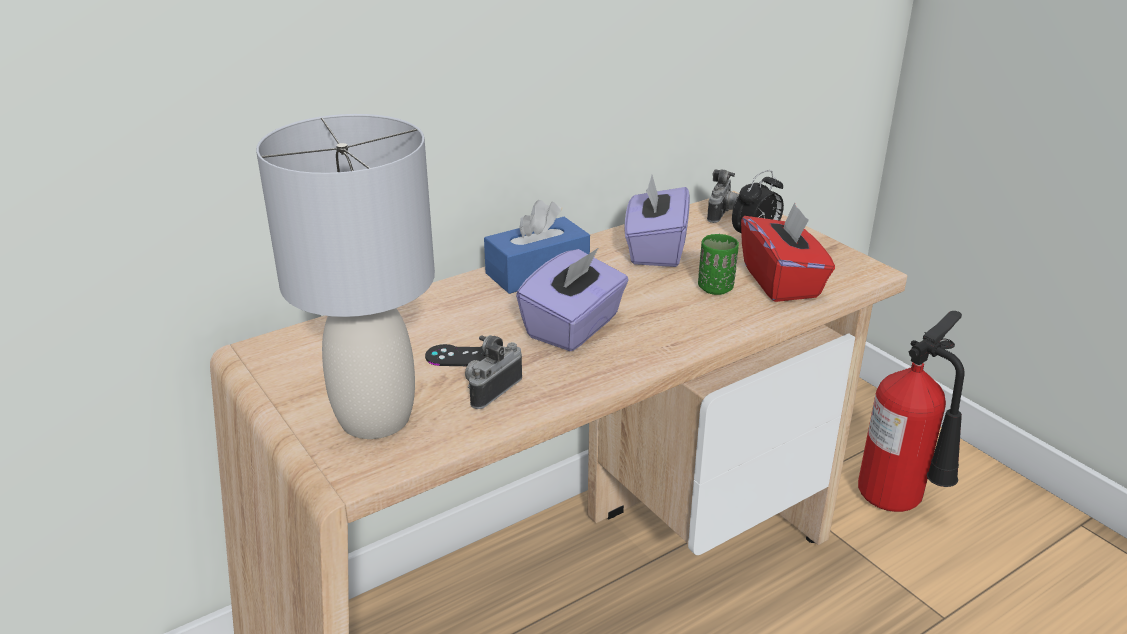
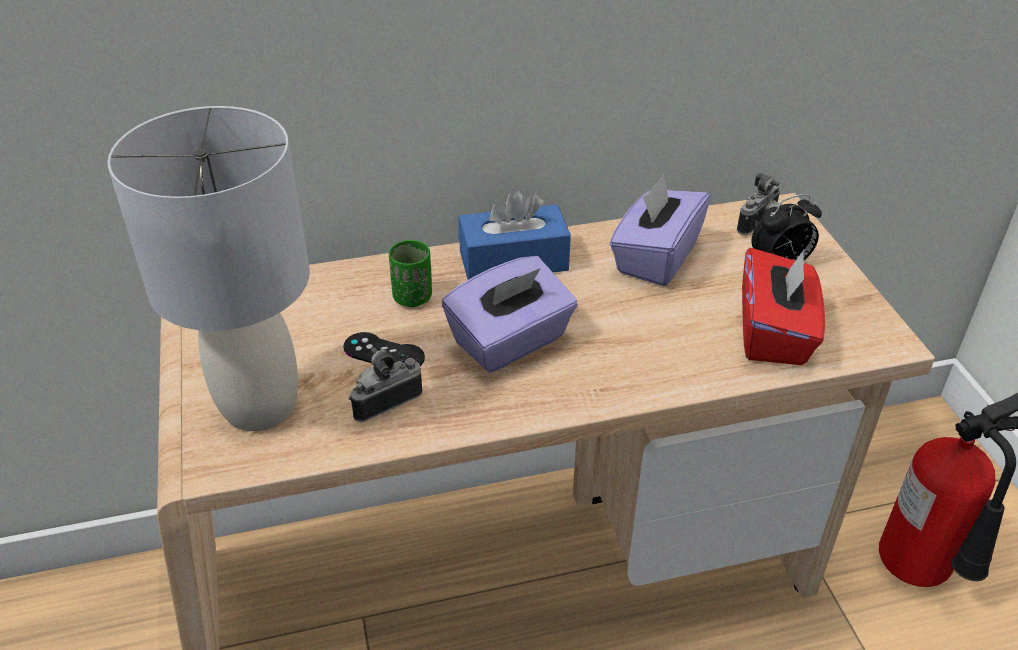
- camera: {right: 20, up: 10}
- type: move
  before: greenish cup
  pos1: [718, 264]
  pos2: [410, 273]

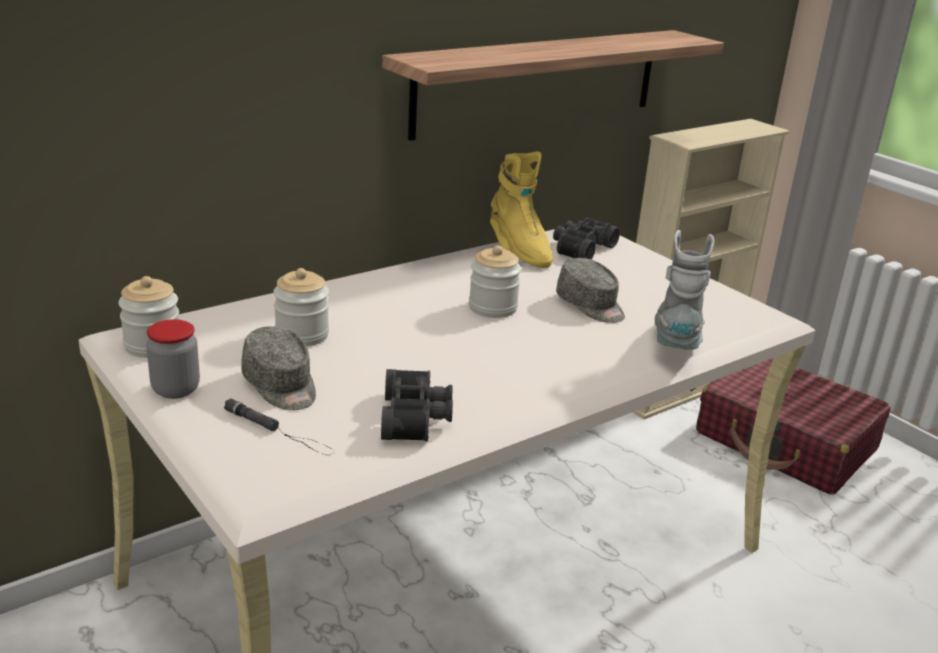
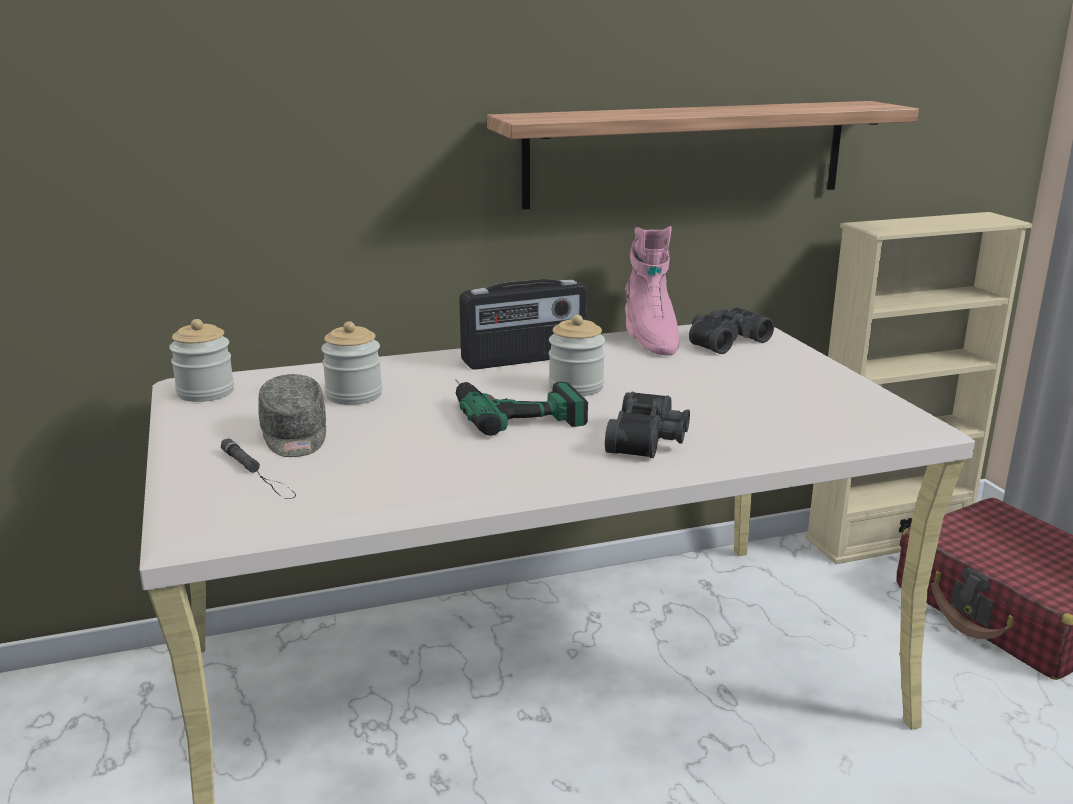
- camera: {right: 20, up: -5}
- type: delete
  before: preserve jar
  pos1: [173, 359]
- type: delete
  before: gray baseball cap
  pos1: [590, 290]
- type: delete
  before: gray tall boot
  pos1: [684, 290]
- type: insert
  after: drill
  pos2: [522, 407]
- type: insert
  after: radio set
  pos2: [523, 324]
- type: move
  before: black field glasses
  pos1: [417, 405]
  pos2: [647, 425]
- type: recolor
  before: yellow-coloured tall boot
  after: pinkish tall boot
  pos1: [521, 209]
  pos2: [652, 291]

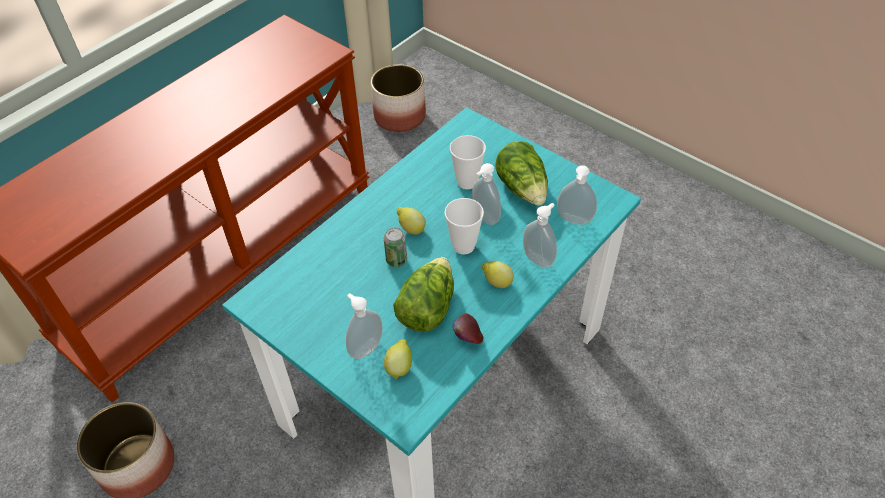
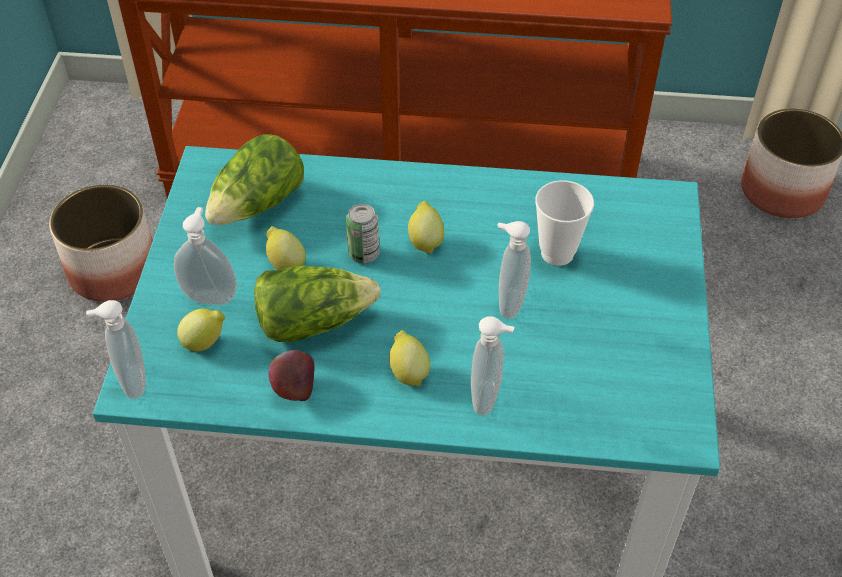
- camera: {right: 55, up: 0}
- type: delete
  before: cup
  pos1: [464, 226]
- type: insert
  after: whole lemon
  pos2: [286, 248]
- type: move
  before: head of lettuce
  pos1: [521, 173]
  pos2: [254, 179]
- type: move
  before: soap dispenser
  pos1: [577, 195]
  pos2: [116, 349]

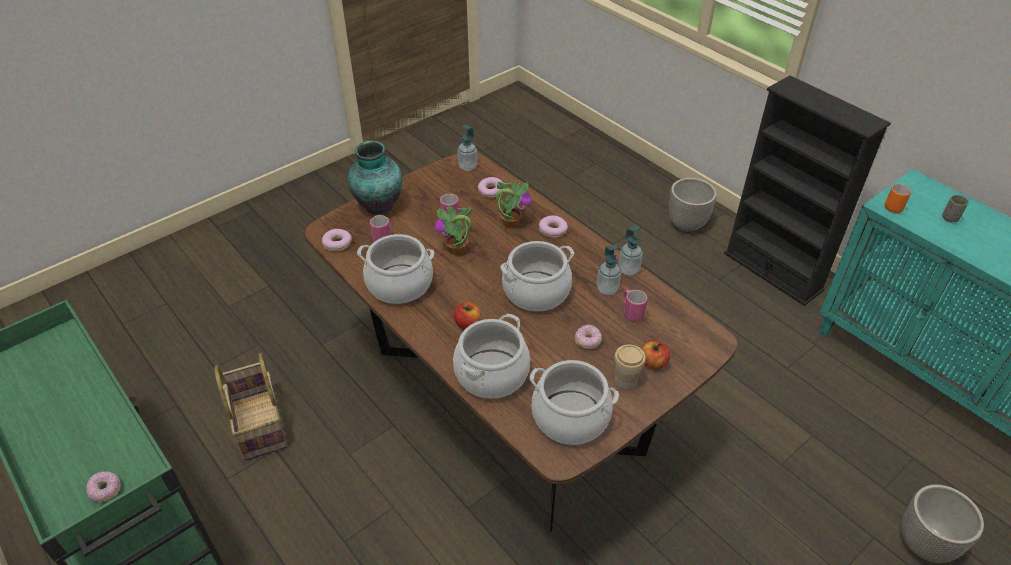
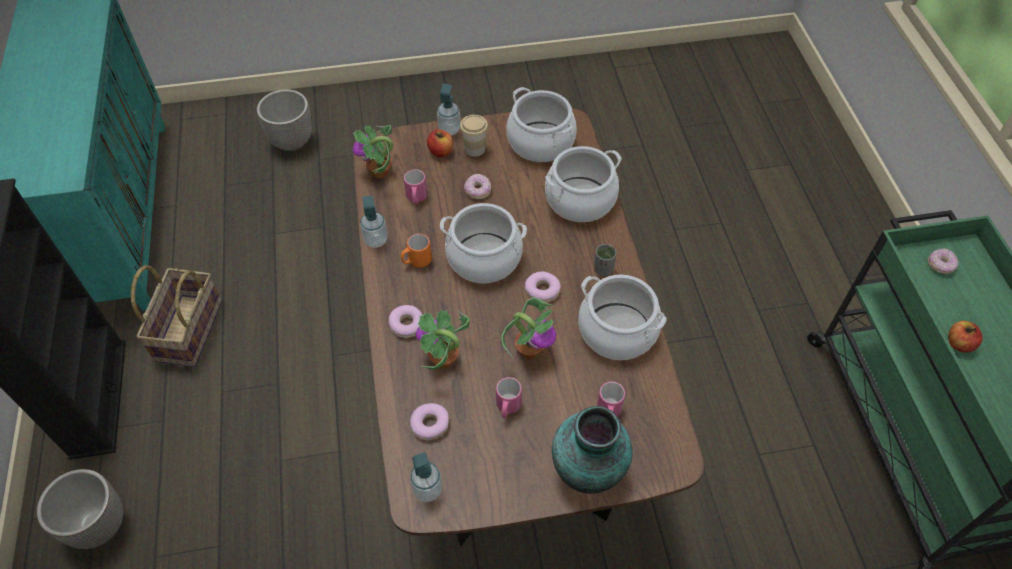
- camera: {right: -150, up: 10}
- type: insert
  after: plant in a pot
  pos2: [373, 151]
- type: move
  before: basket
  pos1: [250, 406]
  pos2: [176, 316]
- type: move
  before: ring doughnut
  pos1: [337, 240]
  pos2: [543, 286]
- type: move
  before: whole apple
  pos1: [467, 316]
  pos2: [965, 337]
- type: move
  before: soap dispenser
  pos1: [609, 270]
  pos2: [448, 110]
- type: move
  before: orangey mug
  pos1: [898, 198]
  pos2: [416, 250]
- type: move
  before: gray cup
  pos1: [955, 208]
  pos2: [605, 260]

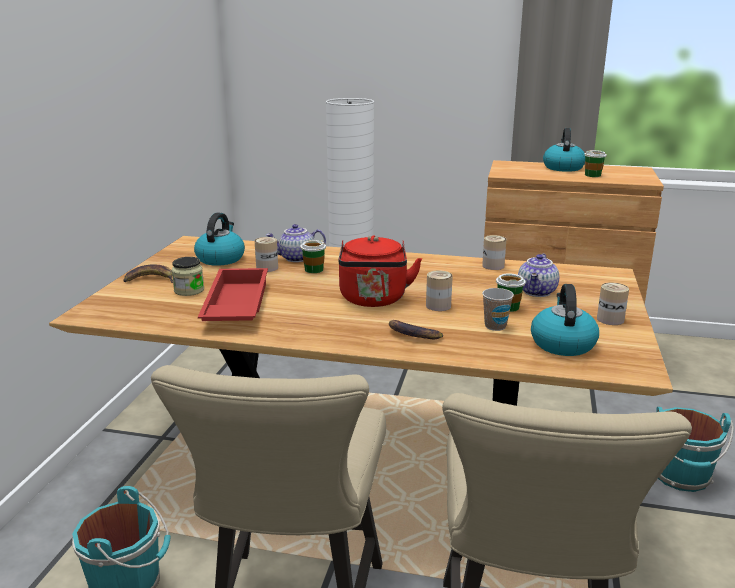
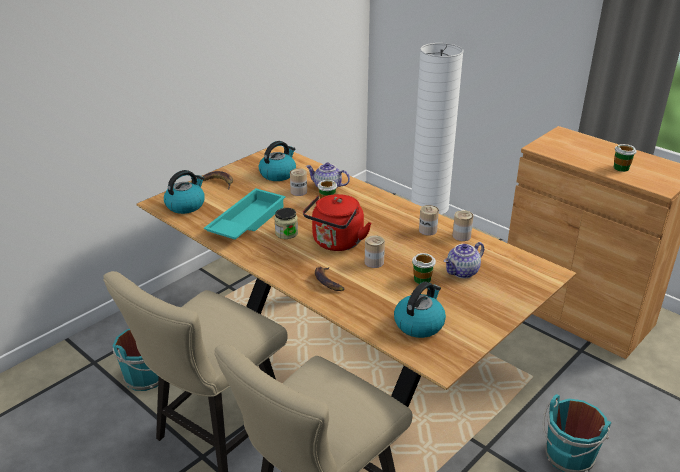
- camera: {right: 30, up: 10}
- type: delete
  before: cup
  pos1: [498, 309]
- type: move
  before: preserve jar
  pos1: [188, 276]
  pos2: [286, 223]
- type: move
  before: water kettle
  pos1: [564, 150]
  pos2: [184, 192]
- type: move
  before: metal can
  pos1: [613, 303]
  pos2: [429, 220]
- type: recolor
  before: red-coloured serving tray
  after: turquoise serving tray
  pos1: [233, 294]
  pos2: [245, 214]

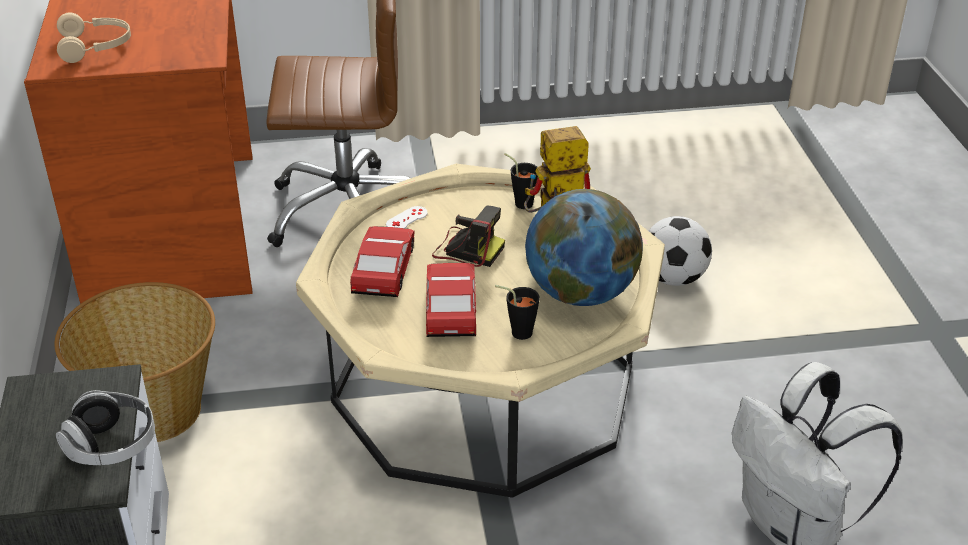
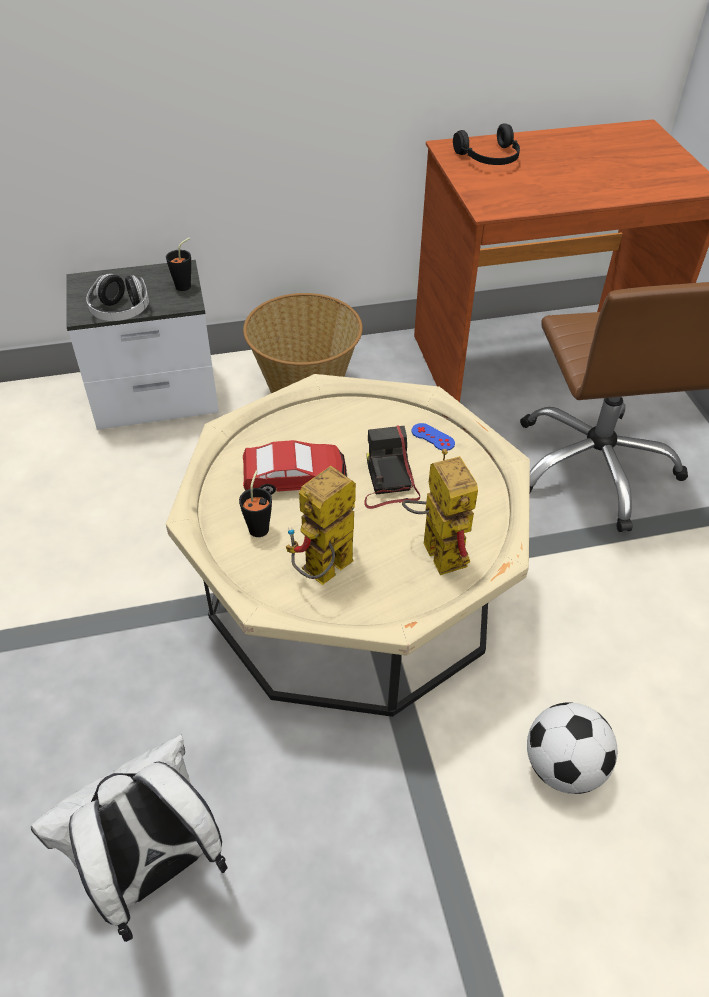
- camera: {right: 85, up: 10}
- type: delete
  before: miniature car
  pos1: [382, 261]
- type: move
  before: black cup
  pos1: [521, 181]
  pos2: [178, 264]
- type: replace
  before: desk globe
  after: toy robot
  pos1: [584, 247]
  pos2: [321, 525]
- type: recolor
  before: beige pair of headphones
  after: black pair of headphones
  pos1: [94, 37]
  pos2: [486, 144]
- type: recolor
  before: white-coloured joypad
  after: blue joypad
  pos1: [407, 217]
  pos2: [433, 437]
- type: rotate
  before: still camera
  pos1: [468, 236]
  pos2: [392, 467]
  turn: 150

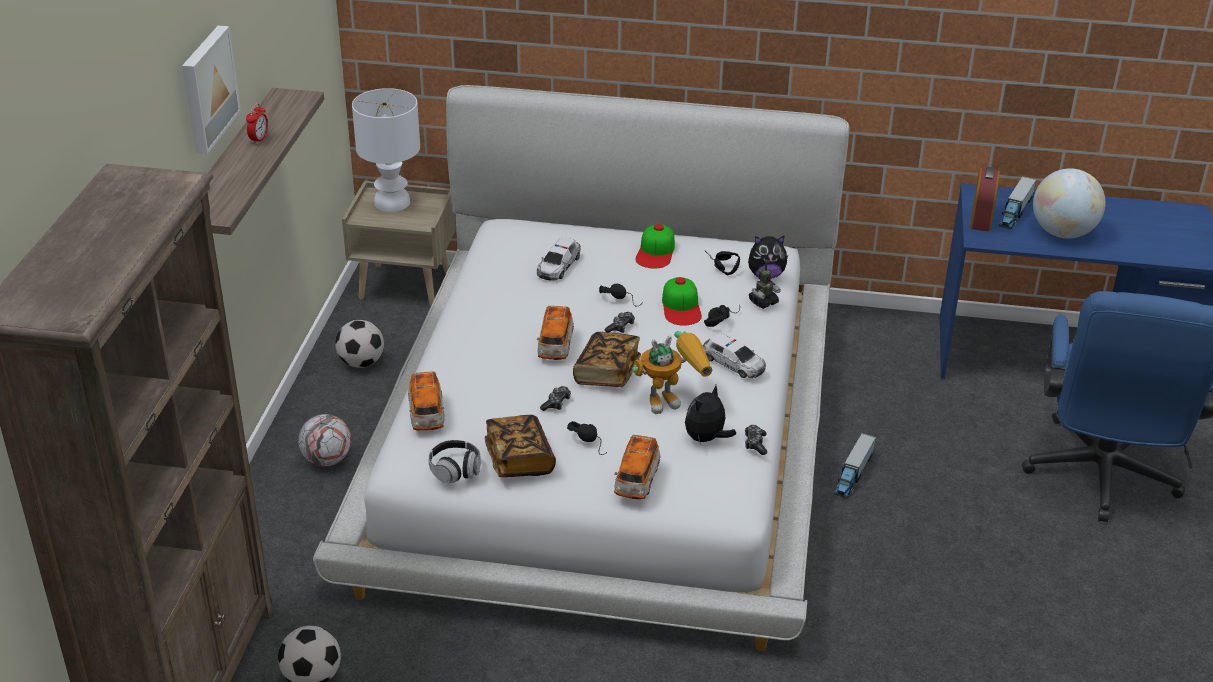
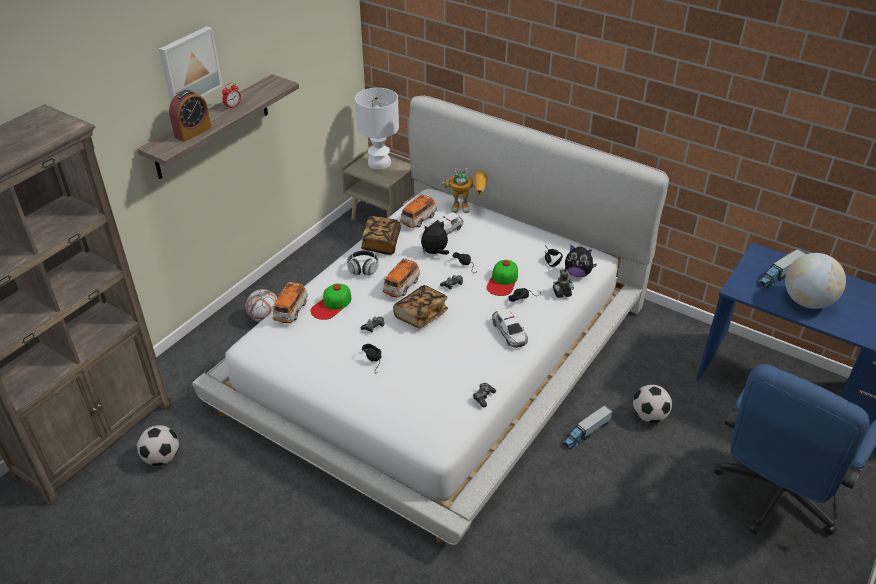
- camera: {right: 25, up: 5}
- type: move
  before: ball for football
  pos1: [359, 344]
  pos2: [652, 403]
- type: move
  before: pair of headphones
  pos1: [454, 462]
  pos2: [363, 262]
- type: move
  before: volume
  pos1: [520, 446]
  pos2: [381, 235]
- type: move
  before: miniature car
  pos1: [637, 467]
  pos2: [418, 211]
- type: move
  before: toy robot
  pos1: [672, 372]
  pos2: [465, 190]
- type: move
  before: baseball cap
  pos1: [655, 246]
  pos2: [331, 302]
- type: move
  before: plush toy
  pos1: [710, 415]
  pos2: [435, 238]
- type: move
  before: alarm clock
  pos1: [985, 199]
  pos2: [190, 116]

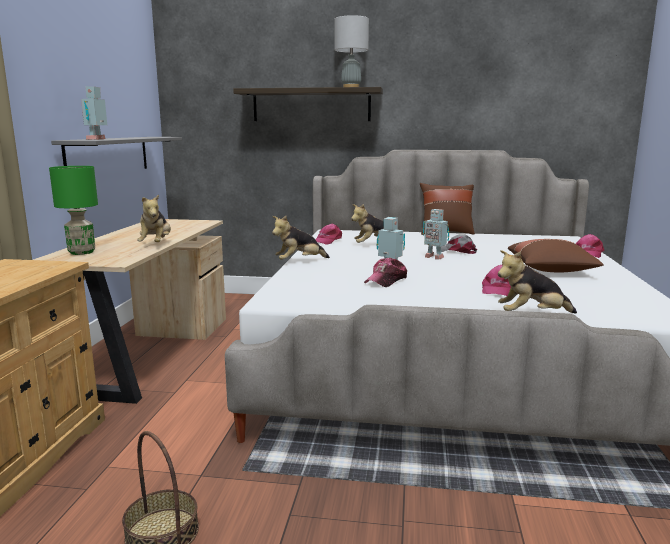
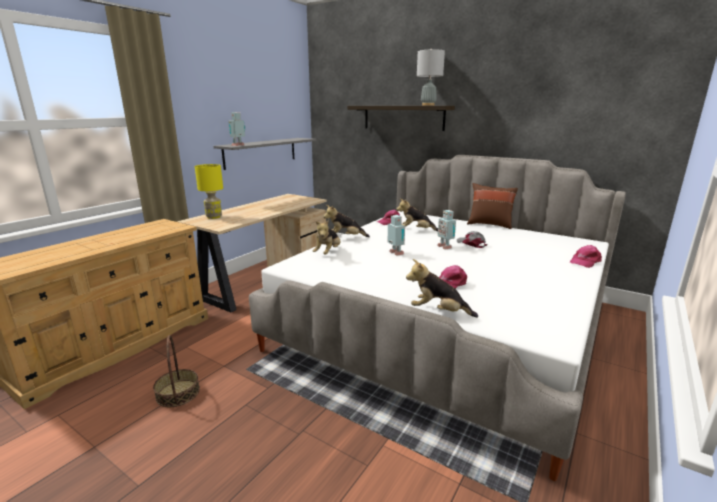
- camera: {right: 25, up: 5}
- type: delete
  before: baseball cap
  pos1: [385, 272]
- type: delete
  before: brown-coloured pillow
  pos1: [556, 255]
- type: move
  before: plush toy
  pos1: [154, 218]
  pos2: [327, 237]
- type: recolor
  before: greenish tabletop lamp
  after: yellow-coloured tabletop lamp
  pos1: [73, 210]
  pos2: [209, 191]

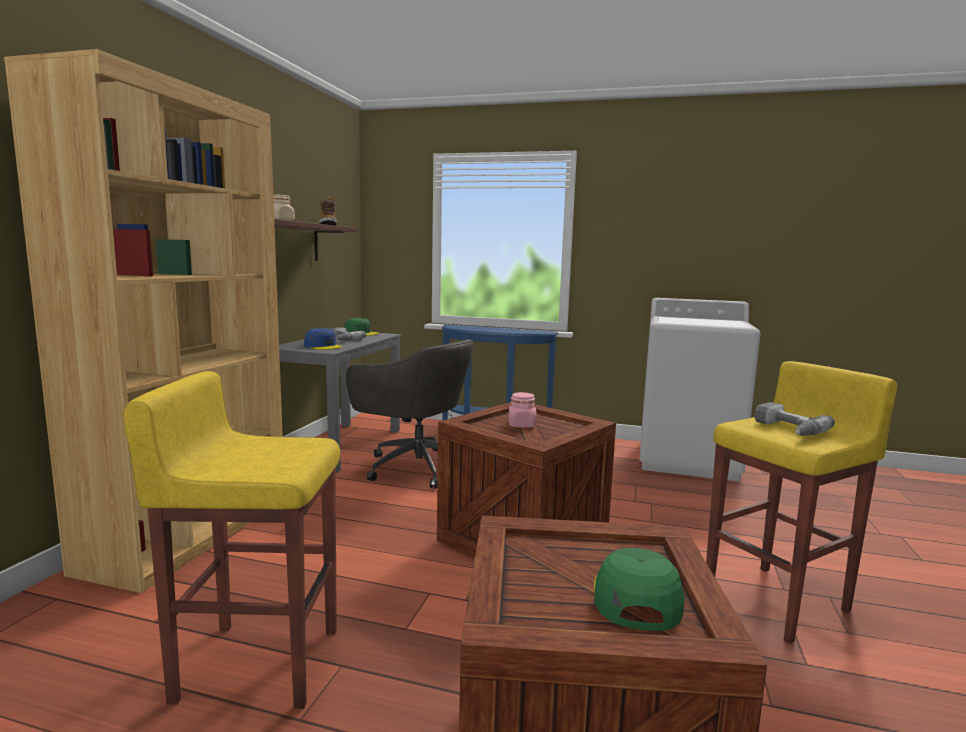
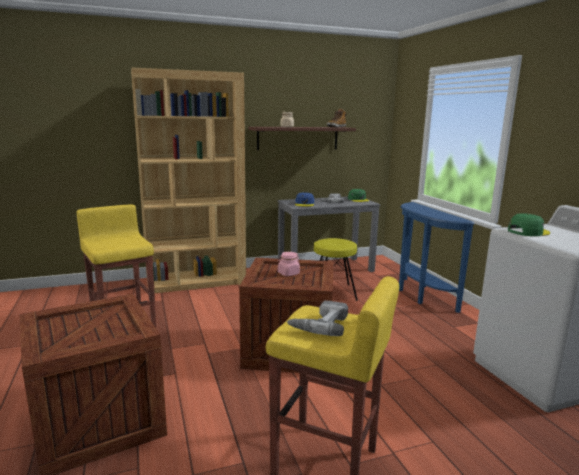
- camera: {right: 55, up: 5}
- type: move
  before: greenish baseball cap
  pos1: [639, 589]
  pos2: [529, 225]
- type: replace
  before: gray computer chair
  after: yellow-coloured sitting stool
  pos1: [409, 413]
  pos2: [336, 269]

